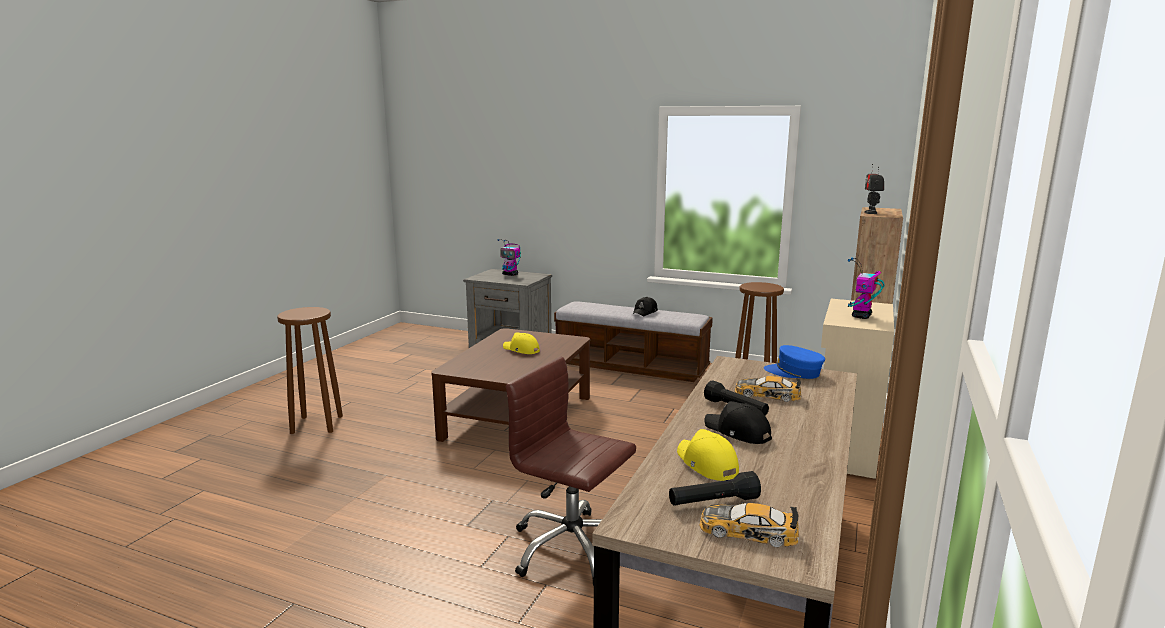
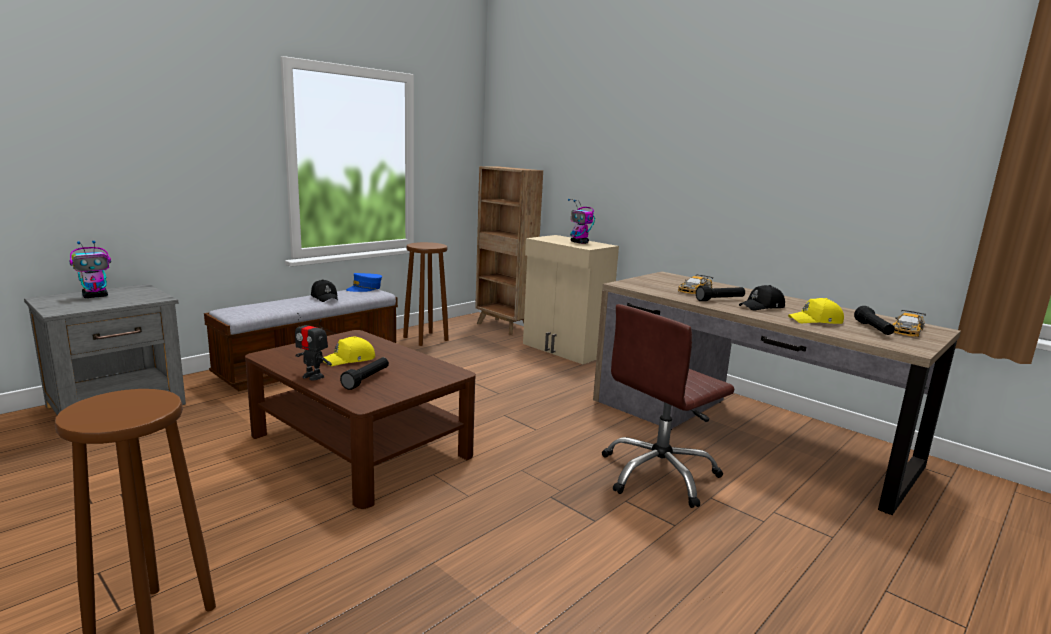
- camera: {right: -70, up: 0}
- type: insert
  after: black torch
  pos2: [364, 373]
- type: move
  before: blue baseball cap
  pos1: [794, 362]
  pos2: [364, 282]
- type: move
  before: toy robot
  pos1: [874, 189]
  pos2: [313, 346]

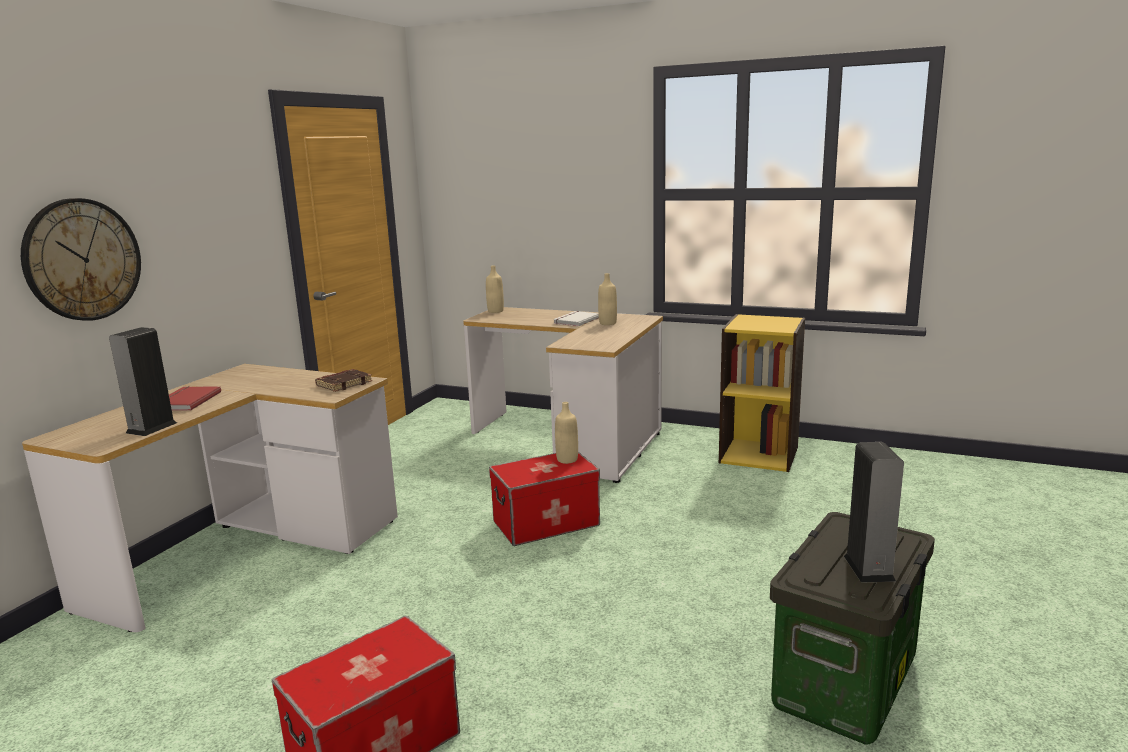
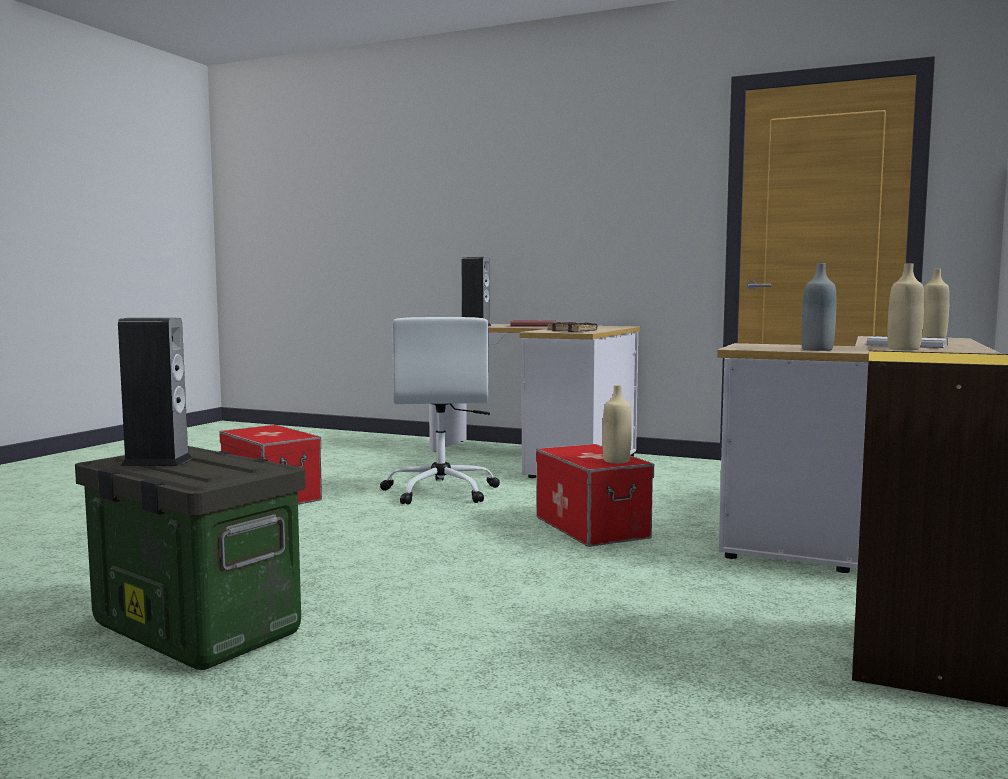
- camera: {right: 90, up: -10}
- type: delete
  before: hanging clock
  pos1: [81, 259]
- type: insert
  after: white-coloured computer chair
  pos2: [440, 411]
- type: insert
  after: gray drink bottle
  pos2: [818, 307]

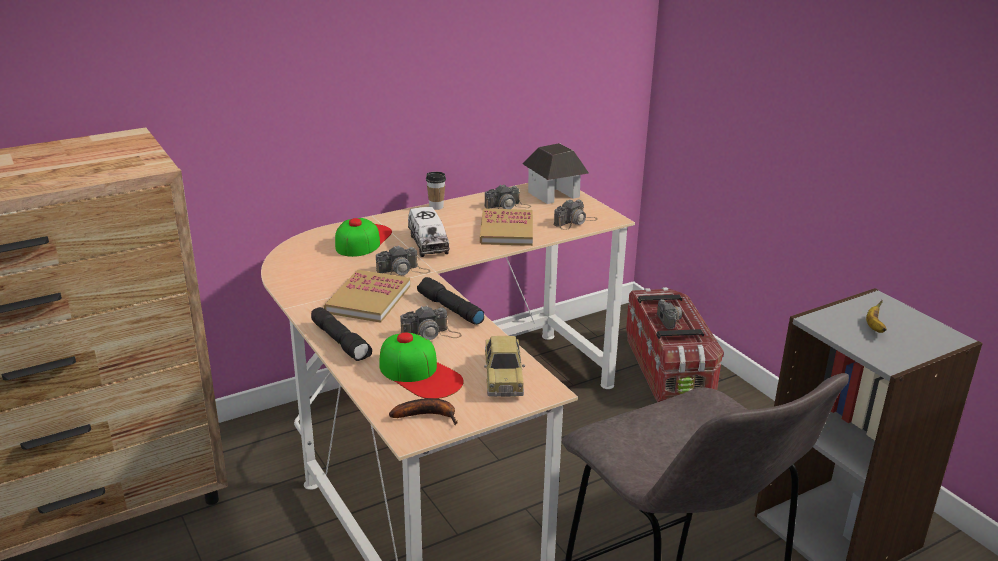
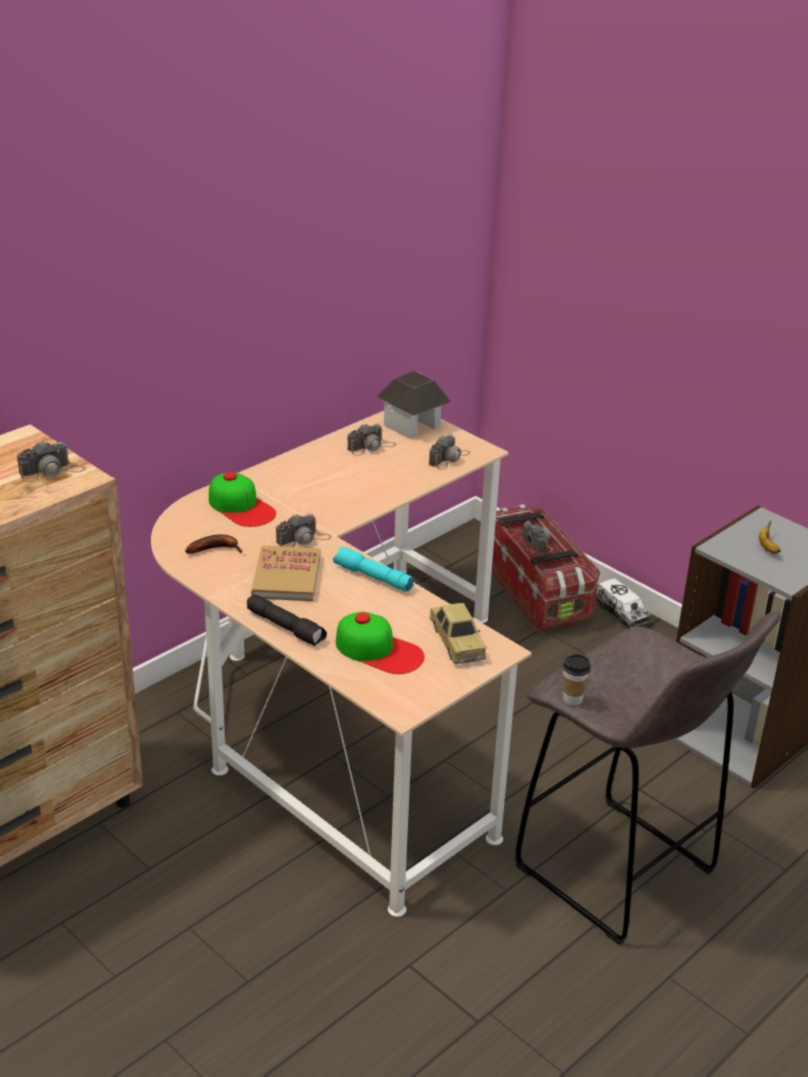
- camera: {right: -15, up: 5}
- type: delete
  before: volume
  pos1: [506, 227]
- type: move
  before: banana fruit
  pos1: [423, 411]
  pos2: [213, 544]
- type: move
  before: still camera
  pos1: [431, 322]
  pos2: [51, 461]
- type: move
  before: toy lorry
  pos1: [429, 232]
  pos2: [623, 603]
- type: move
  before: cup
  pos1: [436, 191]
  pos2: [577, 680]
- type: recolor
  before: black torch
  after: turquoise torch
  pos1: [450, 301]
  pos2: [373, 569]
- type: rotate
  before: baseball cap
  pos1: [363, 237]
  pos2: [242, 499]
  turn: 135

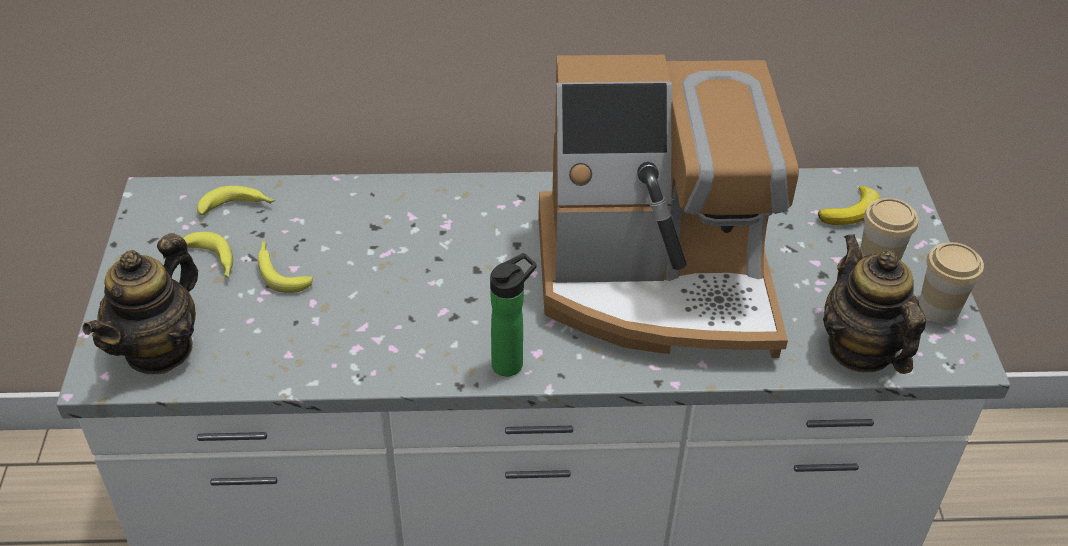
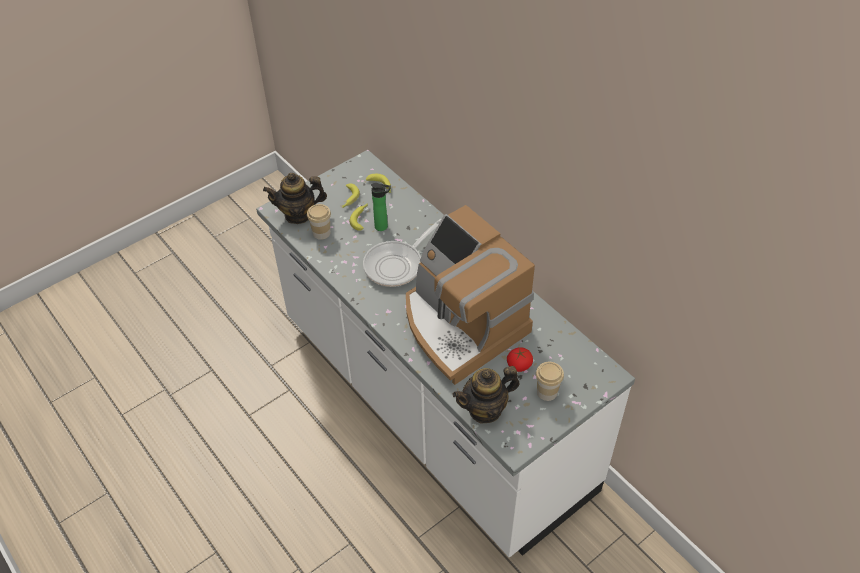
- camera: {right: 55, up: 5}
- type: delete
  before: banana fruit
  pos1: [849, 205]
- type: insert
  after: skillet
  pos2: [402, 253]
- type: insert
  after: whole tomato
  pos2: [520, 359]
- type: move
  before: drink bottle
  pos1: [513, 314]
  pos2: [381, 207]
- type: move
  before: cup
  pos1: [951, 282]
  pos2: [319, 222]
- type: rotate
  before: tea pot
  pos1: [874, 304]
  pos2: [486, 394]
  turn: -150

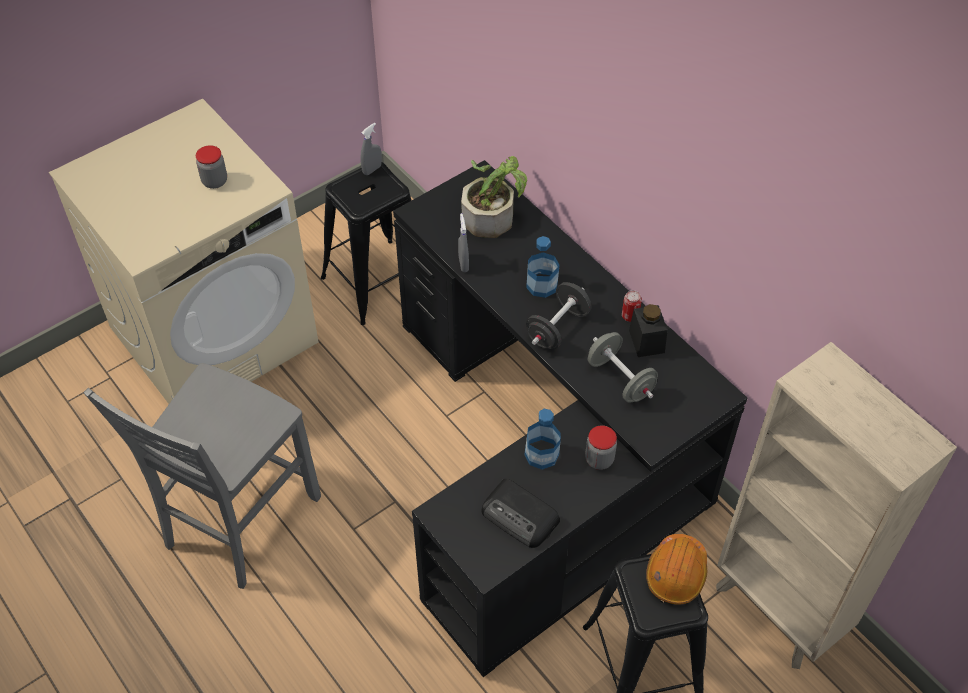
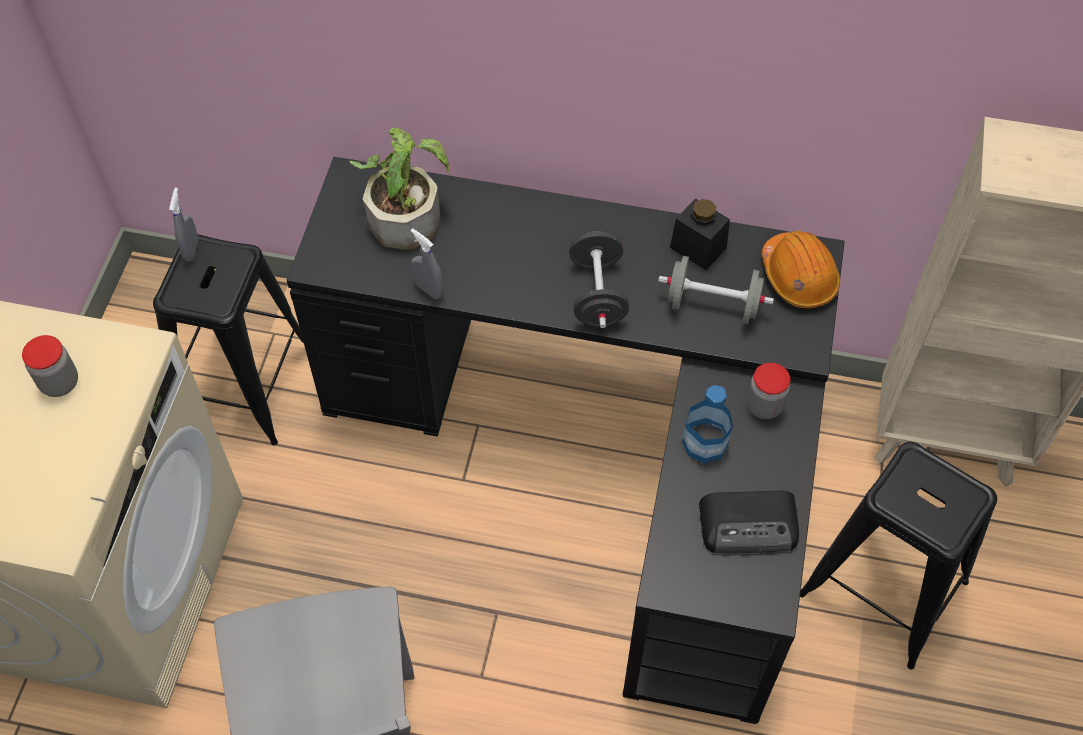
- camera: {right: -40, up: 5}
- type: delete
  before: drink bottle
  pos1: [543, 267]
- type: delete
  before: metal can
  pos1: [632, 306]
- type: move
  before: orangey safety helmet
  pos1: [676, 569]
  pos2: [801, 269]

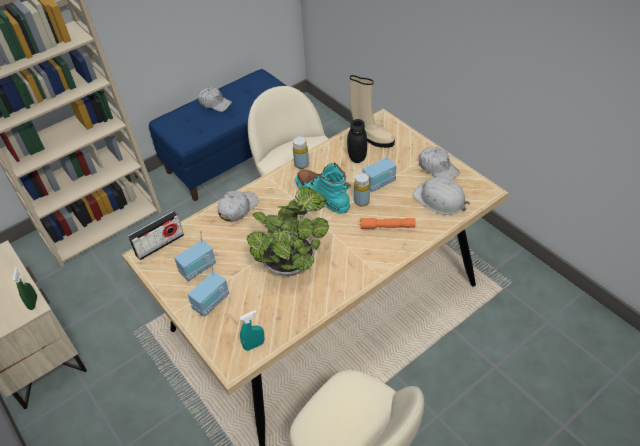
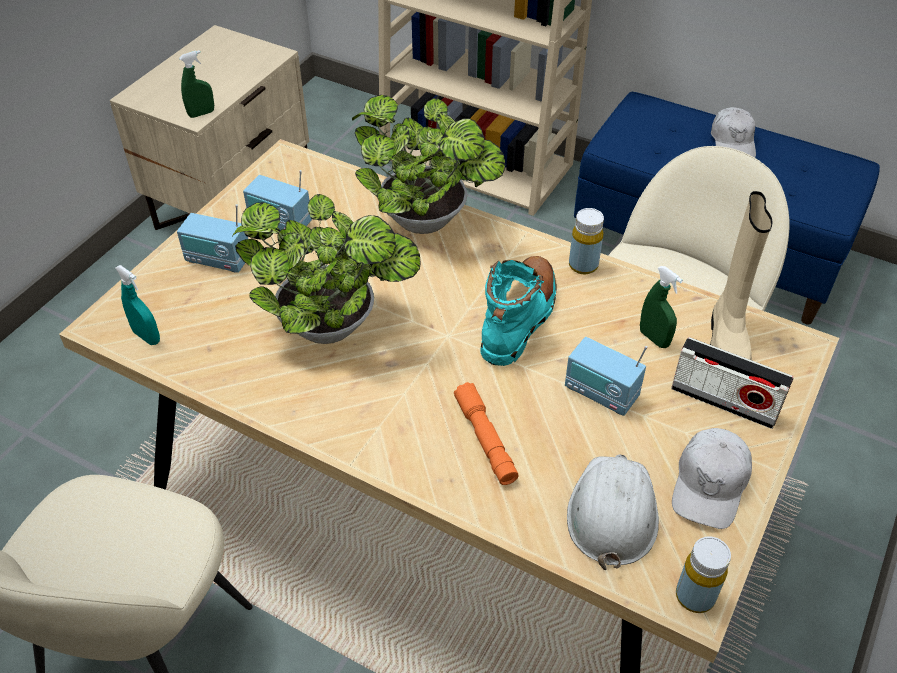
- camera: {right: 65, up: 0}
- type: move
  before: radio set
  pos1: [156, 235]
  pos2: [732, 383]
- type: move
  before: yellow-coloured drink bottle
  pos1: [362, 190]
  pos2: [703, 574]
- type: replace
  before: white-coloured baseball cap
  after: plant in a pot
  pos1: [238, 206]
  pos2: [428, 164]
- type: replace
  before: black preserve jar
  after: greenish spray bottle
  pos1: [357, 141]
  pos2: [661, 307]

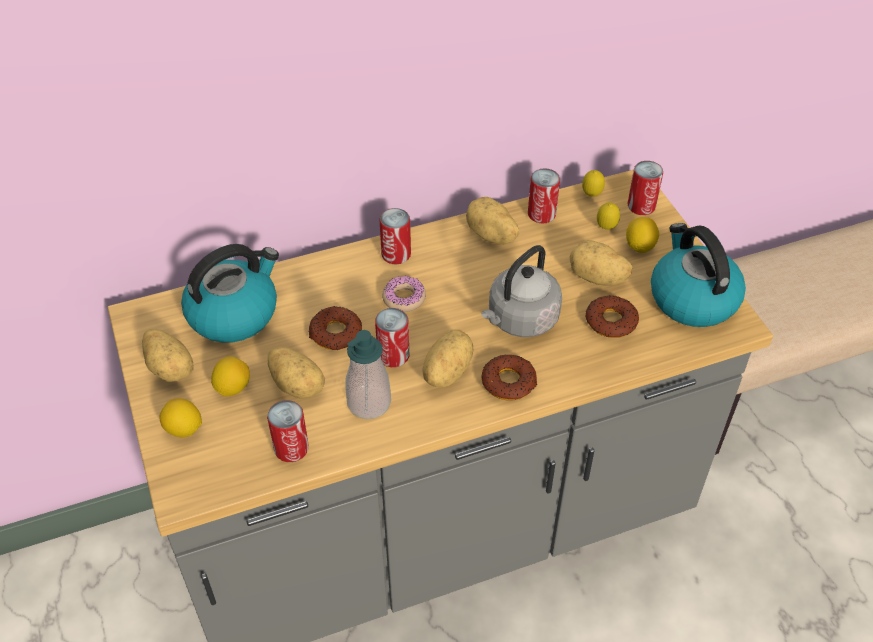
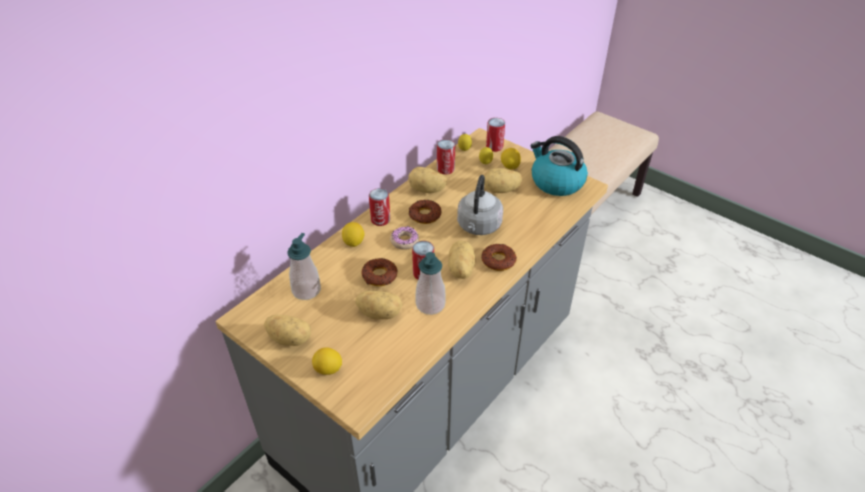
- camera: {right: -30, up: -5}
- type: delete
  before: metal can
  pos1: [288, 431]
- type: move
  before: whole lemon
  pos1: [230, 376]
  pos2: [353, 234]
- type: move
  before: ring doughnut
  pos1: [612, 316]
  pos2: [425, 212]
- type: replace
  before: water kettle
  after: soap dispenser
  pos1: [230, 293]
  pos2: [304, 266]

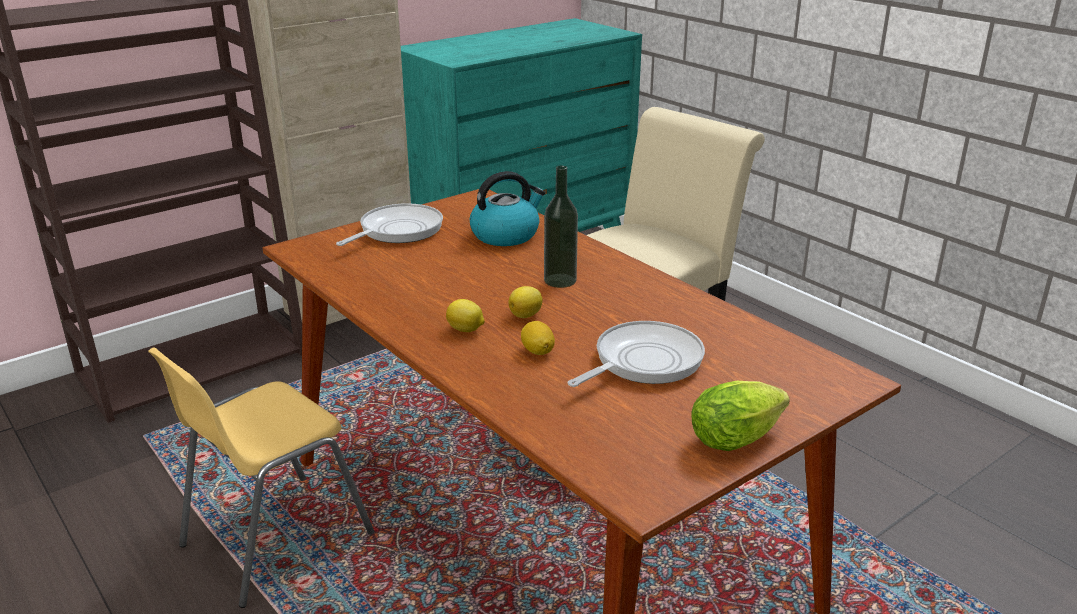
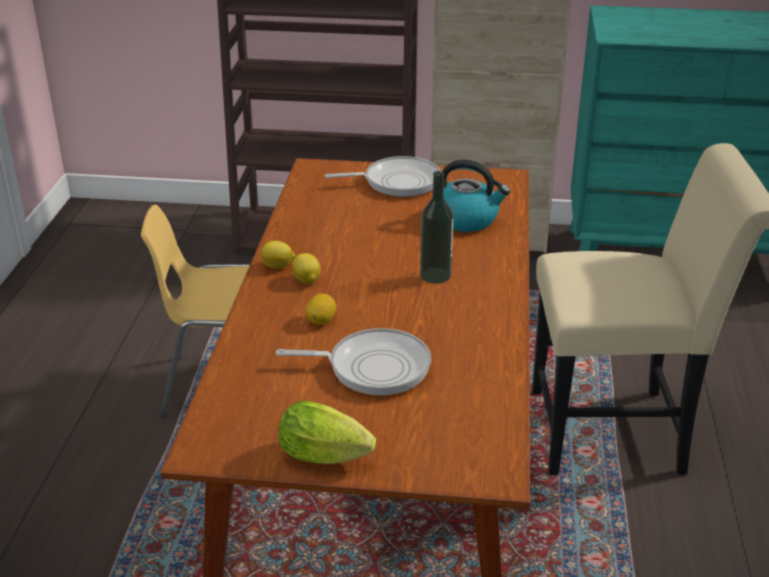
- camera: {right: 45, up: 5}
- type: move
  before: whole lemon
  pos1: [526, 302]
  pos2: [278, 255]

